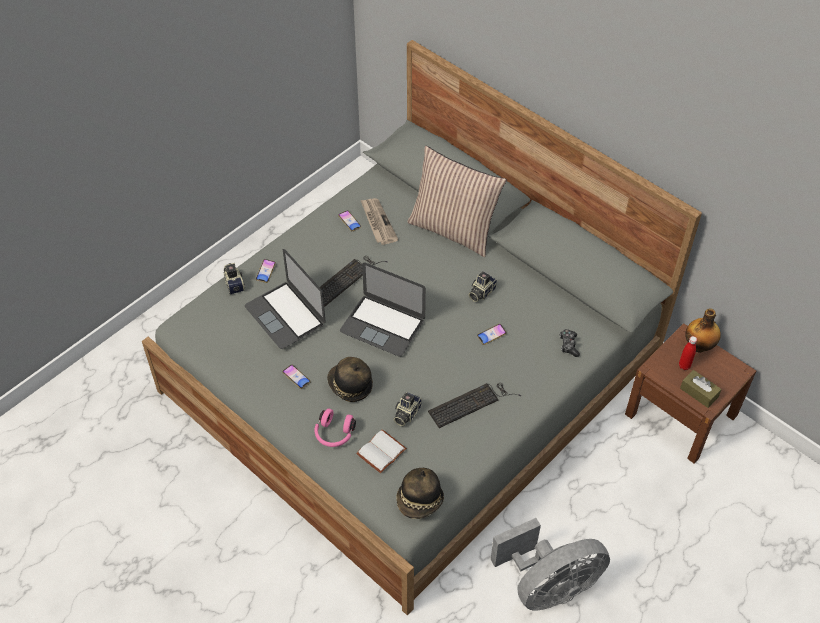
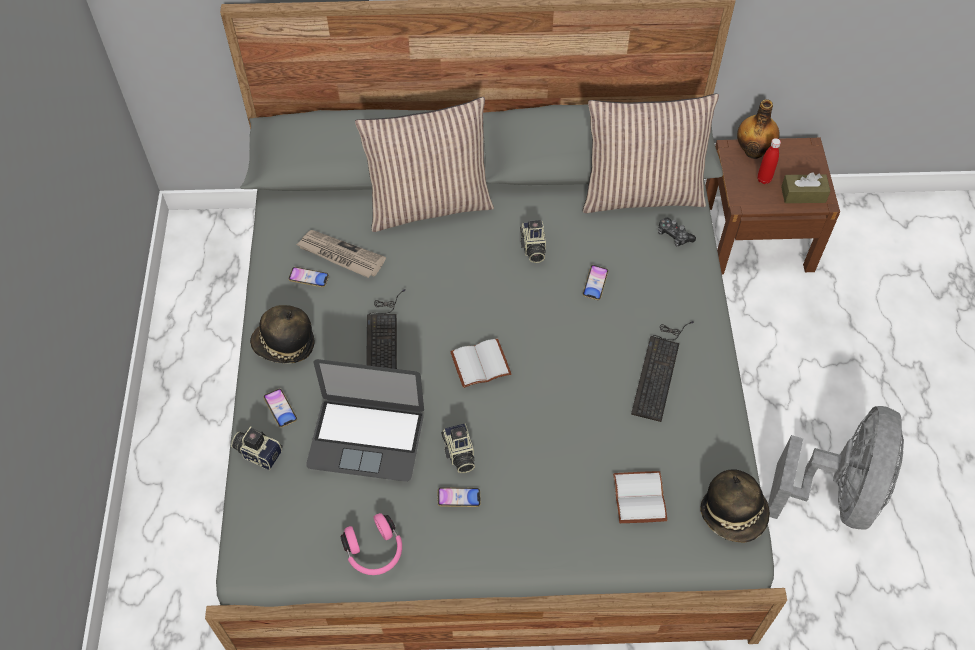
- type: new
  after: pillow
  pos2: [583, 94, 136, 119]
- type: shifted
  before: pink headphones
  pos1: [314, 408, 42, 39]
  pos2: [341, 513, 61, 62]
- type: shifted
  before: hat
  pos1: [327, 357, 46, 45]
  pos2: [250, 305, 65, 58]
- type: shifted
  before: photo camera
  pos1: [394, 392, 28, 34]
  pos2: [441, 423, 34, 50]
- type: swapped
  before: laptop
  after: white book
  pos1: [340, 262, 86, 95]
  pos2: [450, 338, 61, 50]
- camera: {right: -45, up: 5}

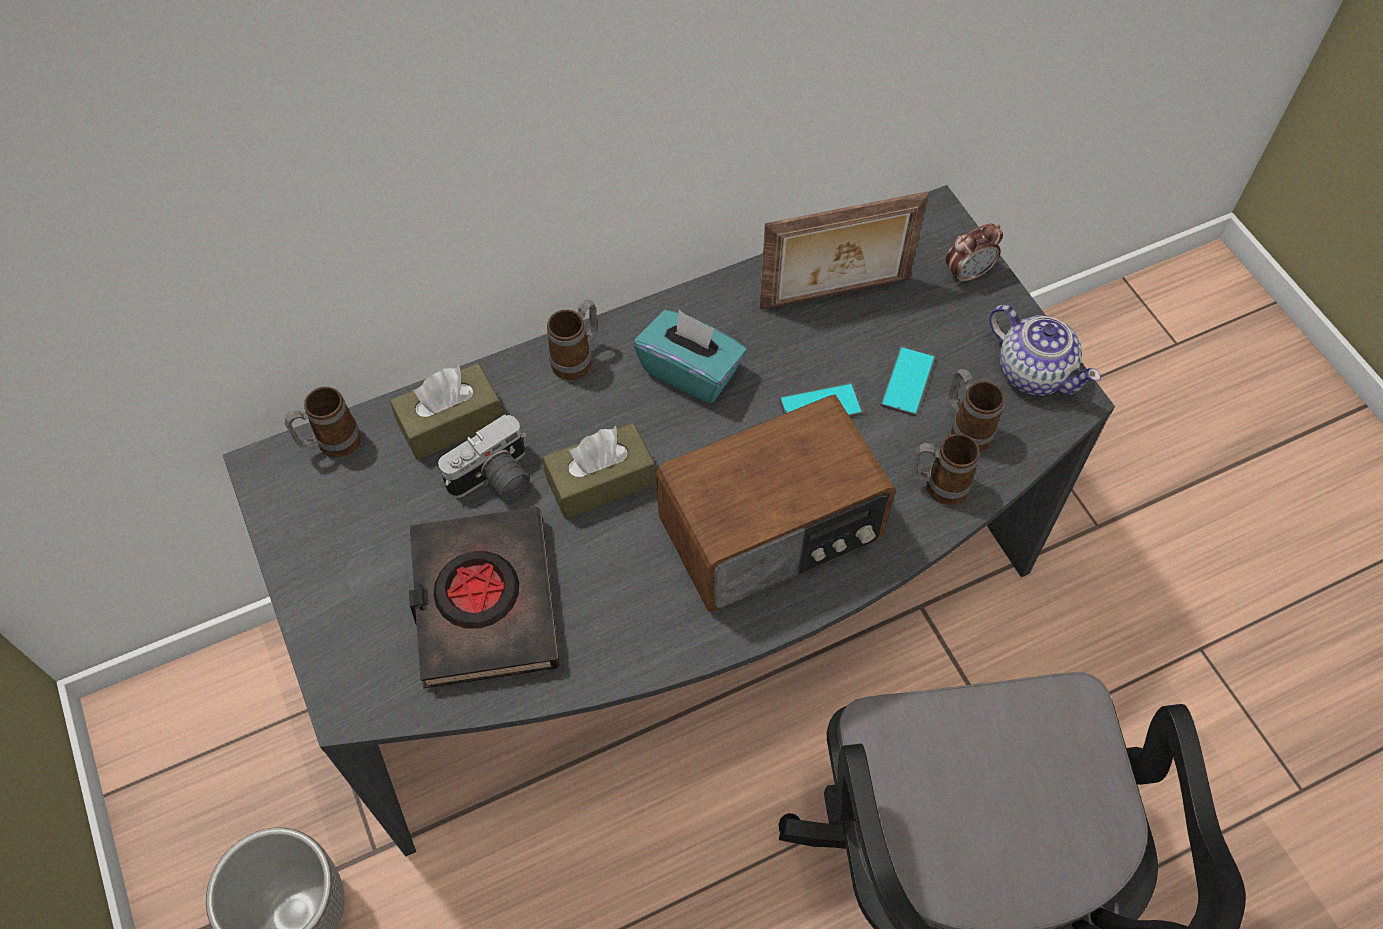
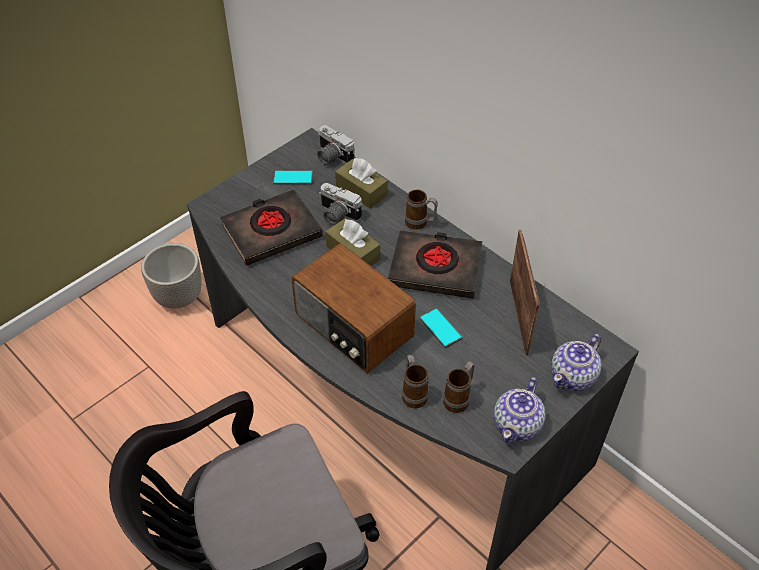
- type: shifted
  before: phone
  pos1: [880, 345, 56, 71]
  pos2: [273, 170, 40, 15]
- type: swapped
  before: mug
  after: photo camera
  pos1: [285, 387, 76, 71]
  pos2: [317, 125, 38, 40]
- type: swapped
  before: turquoise tissue box
  after: black book
  pos1: [634, 310, 113, 93]
  pos2: [388, 231, 94, 67]
- type: swapped
  before: alarm clock
  after: teapot
  pos1: [945, 223, 58, 62]
  pos2: [551, 334, 50, 57]
- type: rotated
  before: picture frame
  pos1: [759, 192, 170, 118]
  pos2: [510, 230, 30, 126]
  turn: -150
- camera: {right: 70, up: -10}

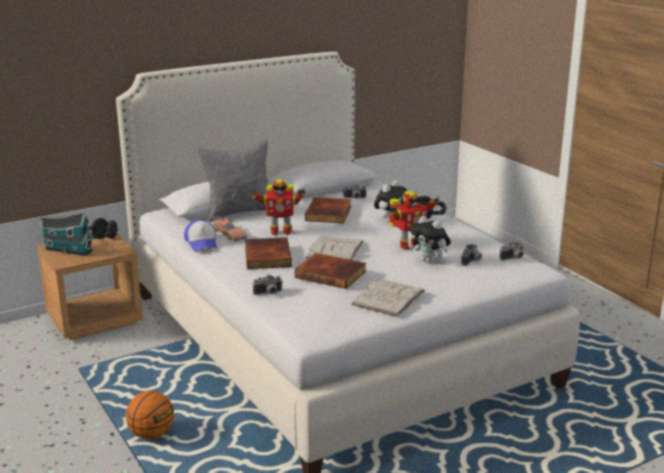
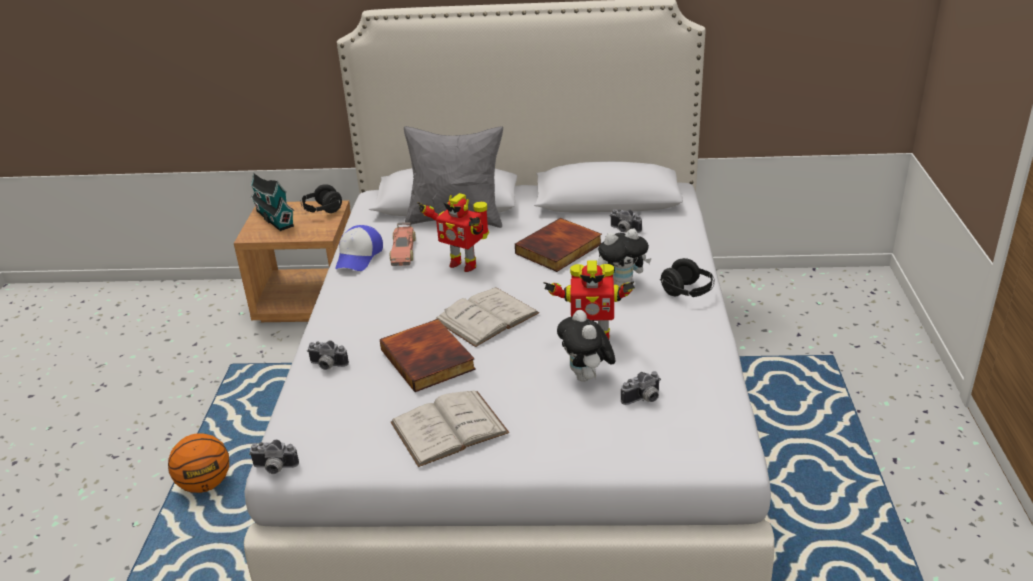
- type: gone
  before: book
  pos1: [245, 237, 47, 32]
- type: shifted
  before: photo camera
  pos1: [499, 241, 24, 20]
  pos2: [249, 439, 50, 35]
- camera: {right: 35, up: 10}

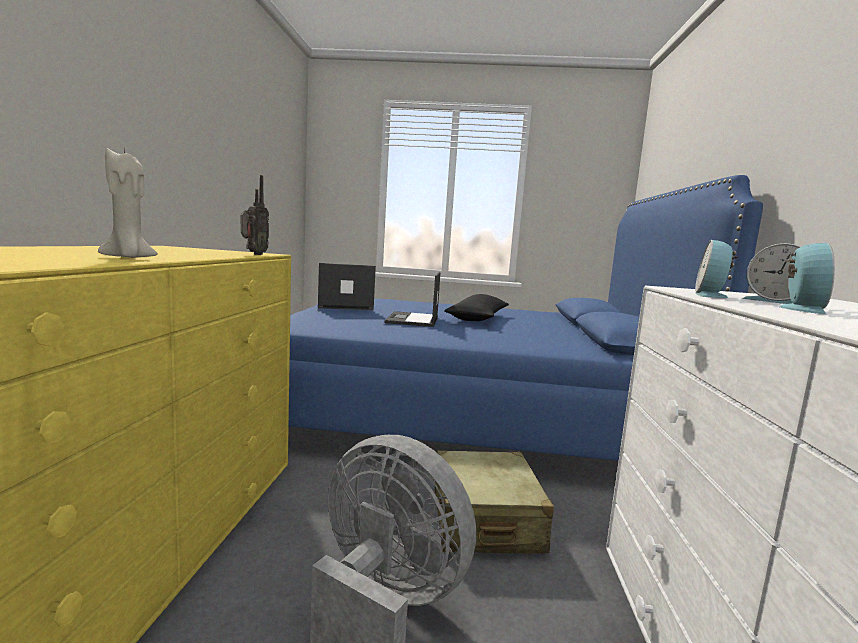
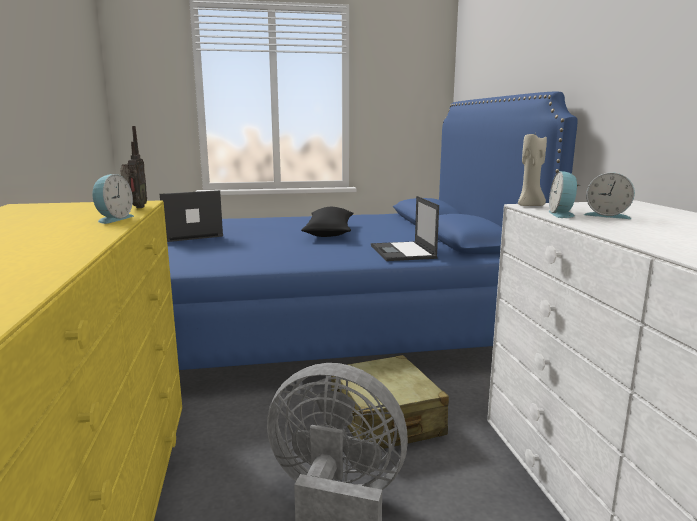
- type: shifted
  before: beige candle
  pos1: [98, 147, 60, 111]
  pos2: [518, 134, 29, 72]
- type: shifted
  before: laptop
  pos1: [384, 272, 56, 55]
  pos2: [371, 196, 68, 65]
- type: shifted
  before: alarm clock
  pos1: [779, 243, 56, 71]
  pos2: [92, 174, 42, 50]
- camera: {right: -15, up: 5}

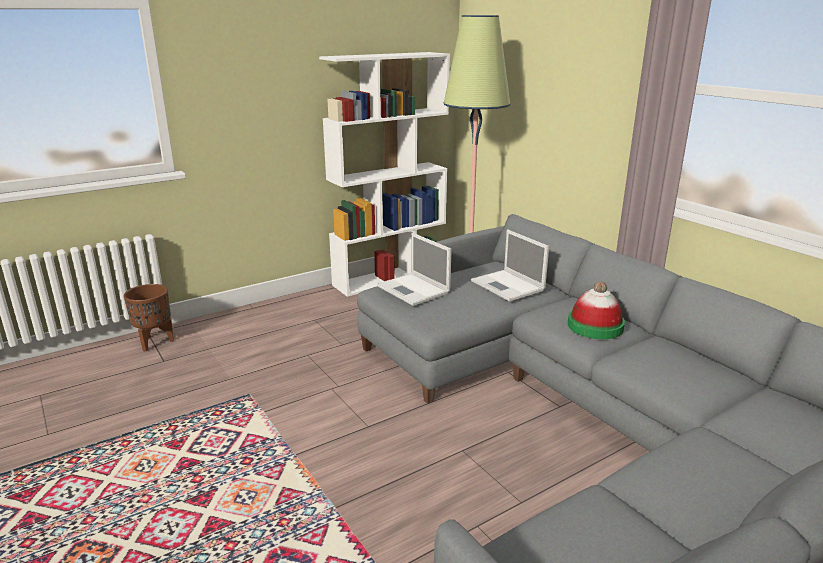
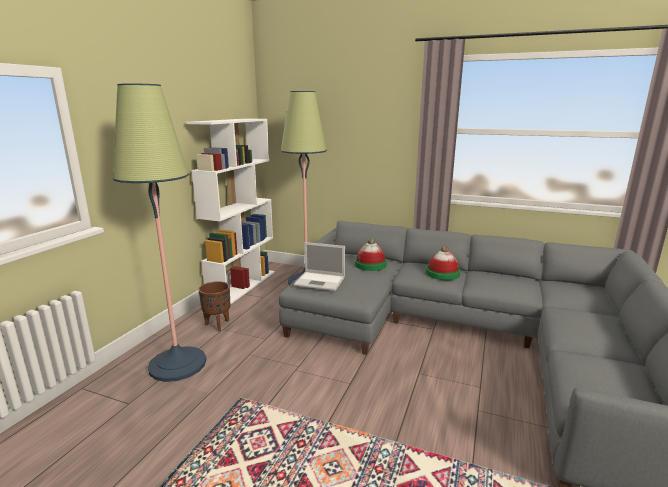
- type: new
  after: floor lamp
  pos2: [113, 83, 93, 299]
- type: shifted
  before: brown planter
  pos1: [124, 284, 50, 68]
  pos2: [198, 281, 32, 51]
- type: swapped
  before: laptop
  after: hat
  pos1: [471, 229, 78, 73]
  pos2: [355, 238, 32, 33]
- camera: {right: -35, up: -5}

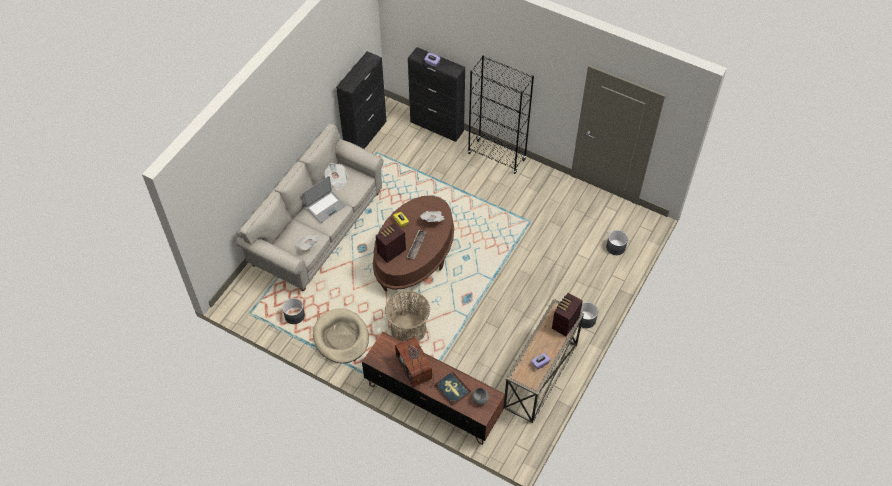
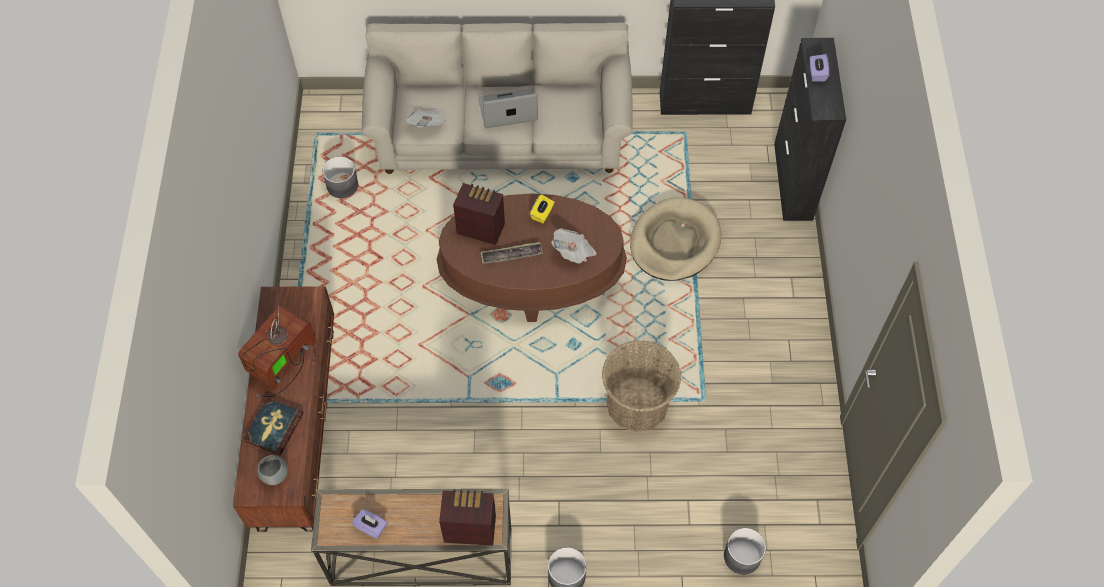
- type: gone
  before: newspaper
  pos1: [324, 163, 24, 27]
- type: gone
  before: black bookcase
  pos1: [468, 56, 66, 118]
- type: shifted
  before: beige dog bed
  pos1: [313, 308, 56, 55]
  pos2: [630, 197, 91, 84]
- type: shifted
  before: basket
  pos1: [385, 291, 45, 51]
  pos2: [602, 340, 79, 92]
- type: rotated
  before: laptop
  pos1: [303, 176, 43, 47]
  pos2: [478, 89, 60, 39]
  turn: 150
- camera: {right: 60, up: 5}

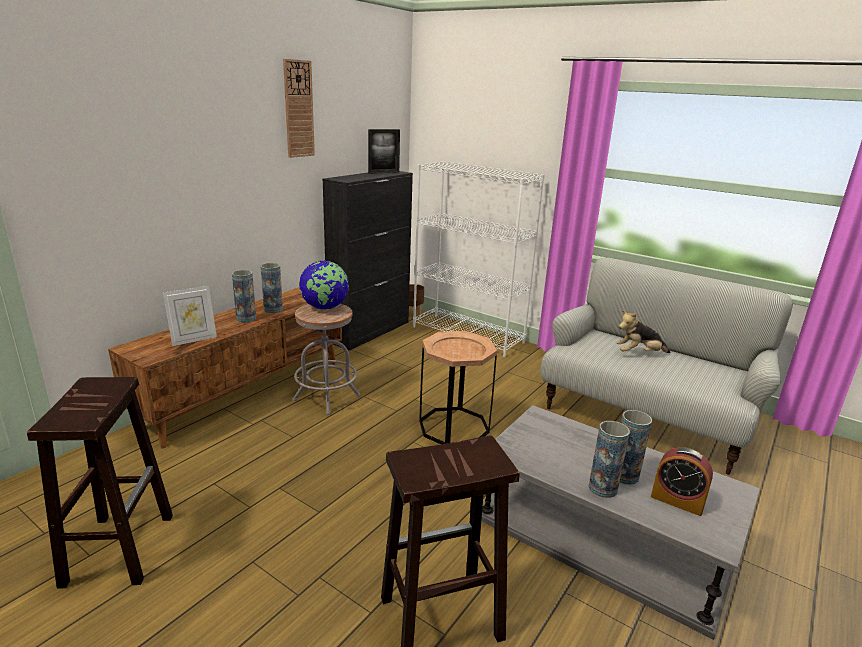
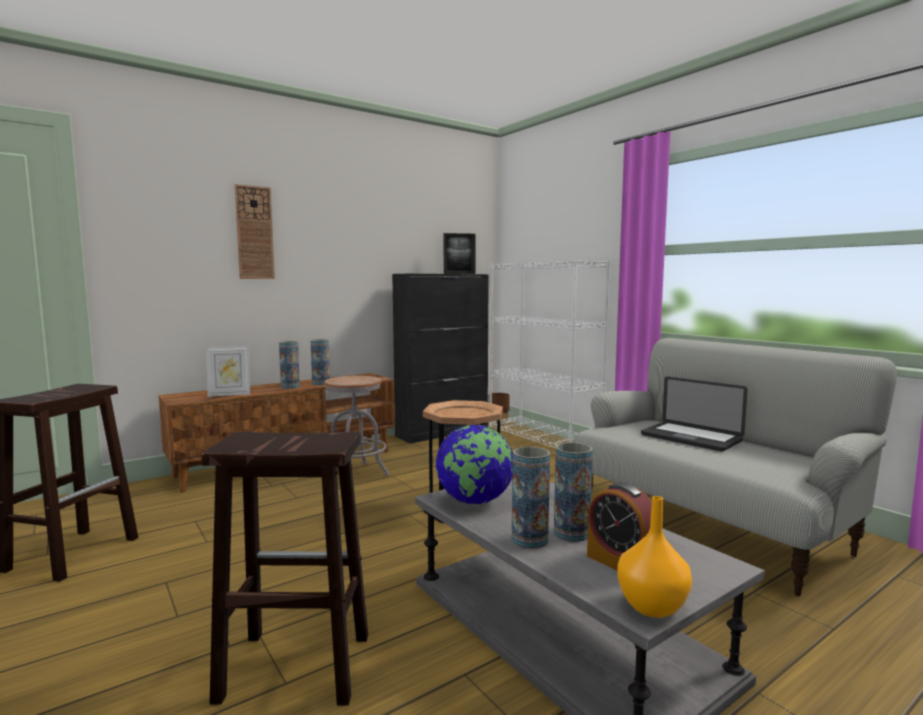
- type: new
  after: orange vase
  pos2: [617, 496, 75, 122]
- type: shifted
  before: wall clock
  pos1: [283, 59, 32, 99]
  pos2: [235, 184, 40, 95]
- type: shifted
  before: globe
  pos1: [299, 260, 50, 49]
  pos2: [436, 425, 77, 79]
- type: swapped
  before: plush toy
  after: laptop
  pos1: [617, 310, 54, 43]
  pos2: [641, 377, 107, 75]
- camera: {right: 20, up: -15}

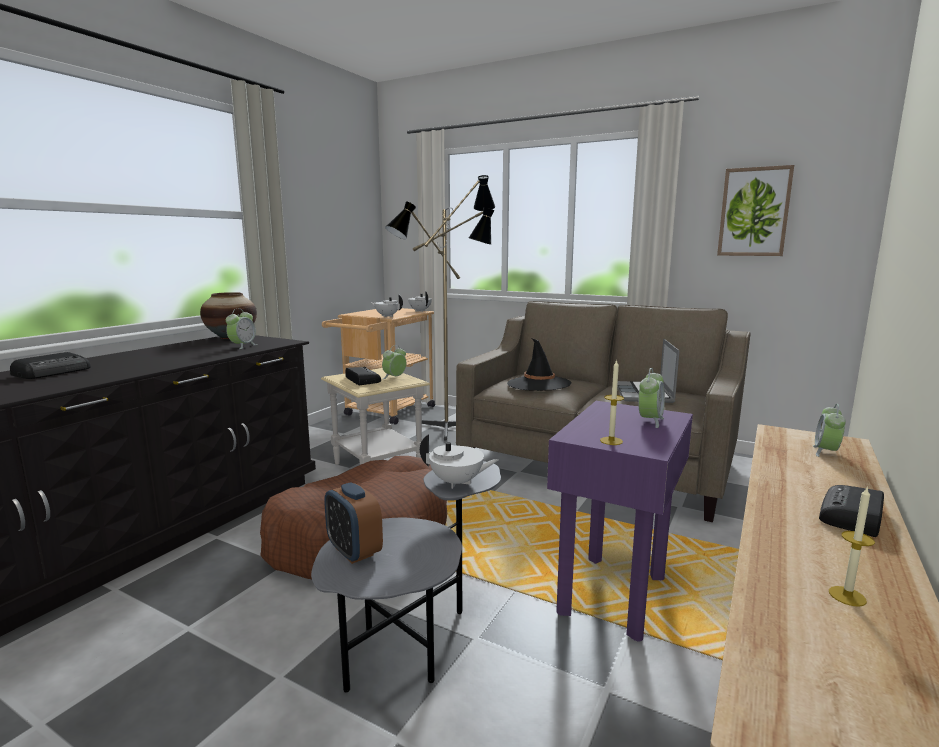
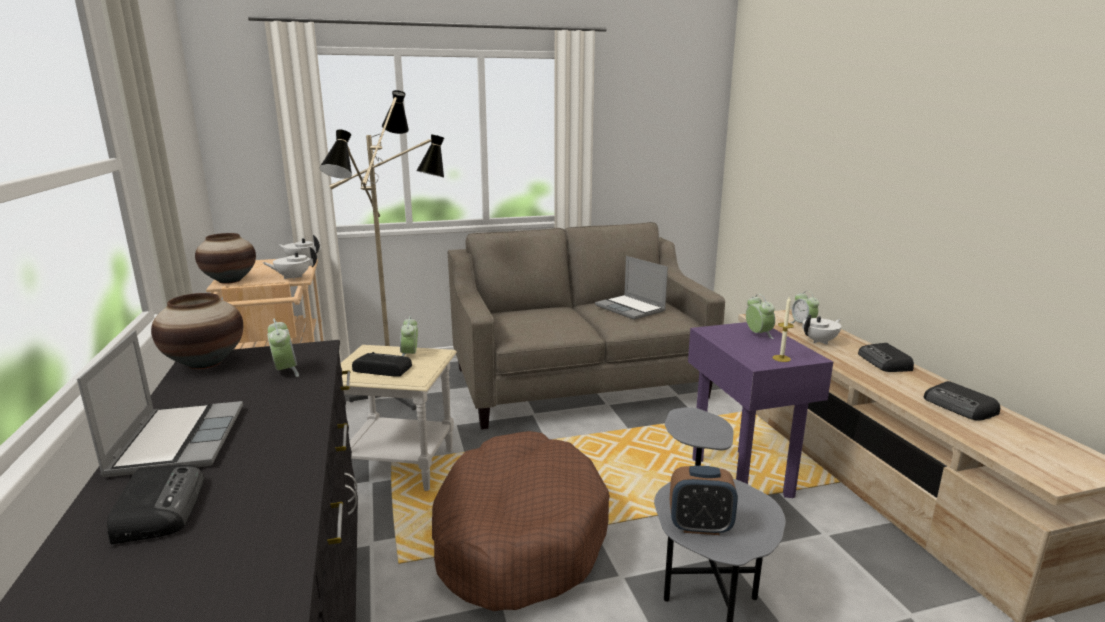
- type: gone
  before: black hat
  pos1: [507, 338, 65, 53]
- type: gone
  before: picture
  pos1: [717, 165, 77, 91]
- type: new
  after: laptop
  pos2: [77, 330, 166, 147]
- type: new
  after: vase
  pos2: [195, 233, 61, 51]
- type: shifted
  before: white teapot
  pos1: [420, 434, 78, 55]
  pos2: [803, 315, 38, 30]
- type: swapped
  before: candle
  after: radio
  pos1: [829, 486, 46, 121]
  pos2: [924, 381, 76, 40]
- camera: {right: -45, up: 5}

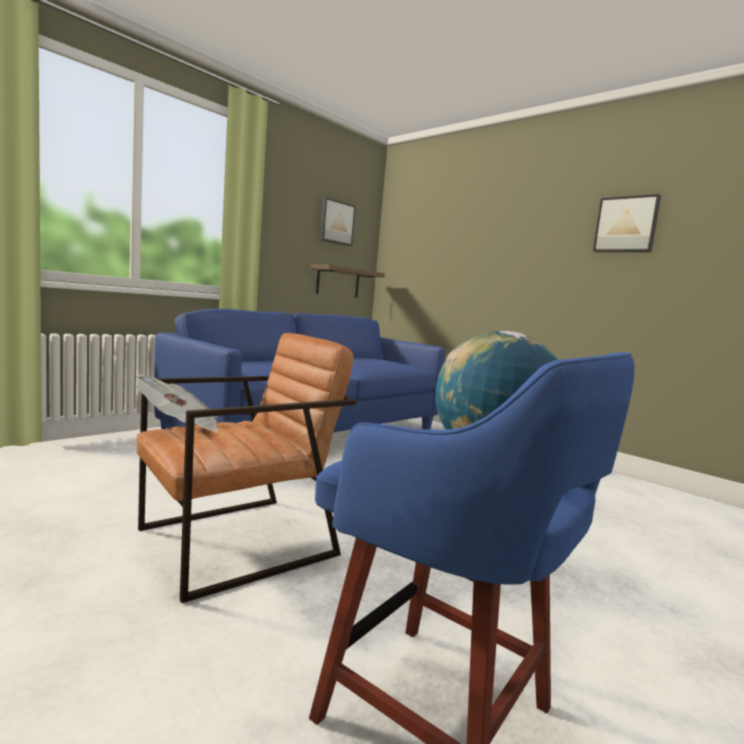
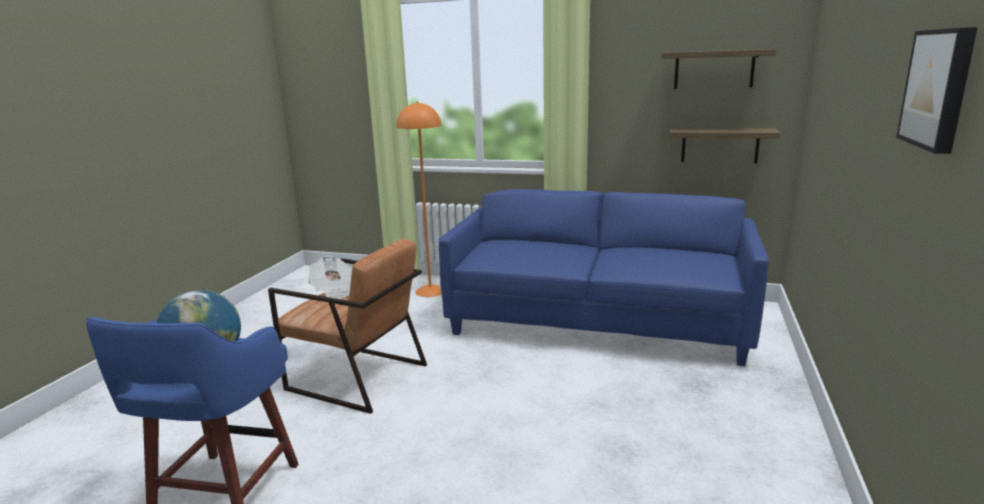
- type: new
  after: orange floor lamp
  pos2: [396, 102, 46, 195]
- type: swapped
  before: picture
  after: shelf
  pos1: [320, 197, 35, 49]
  pos2: [661, 49, 116, 40]
- camera: {right: 65, up: 10}

